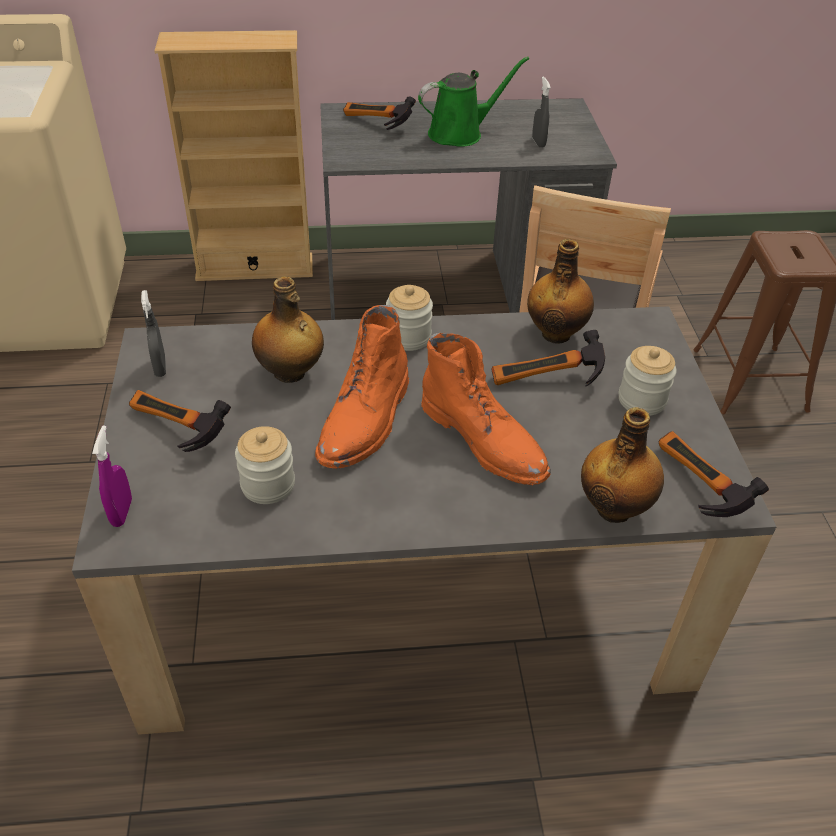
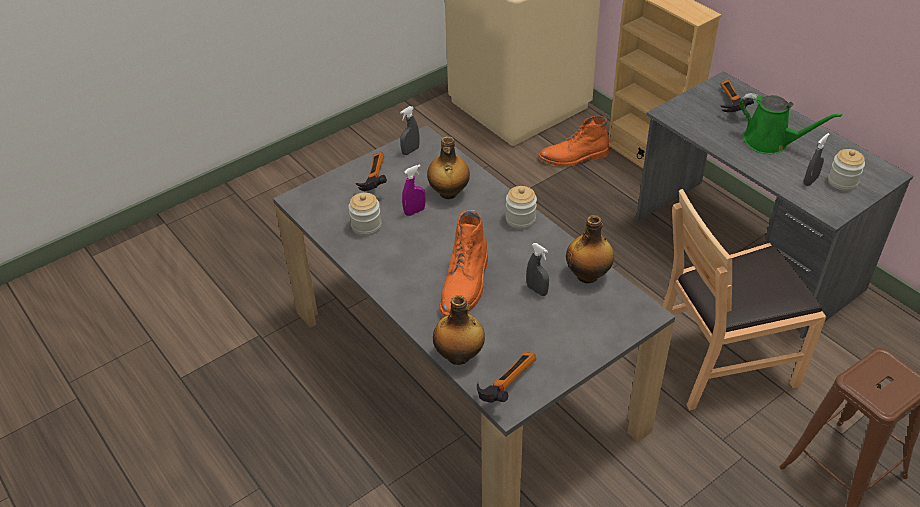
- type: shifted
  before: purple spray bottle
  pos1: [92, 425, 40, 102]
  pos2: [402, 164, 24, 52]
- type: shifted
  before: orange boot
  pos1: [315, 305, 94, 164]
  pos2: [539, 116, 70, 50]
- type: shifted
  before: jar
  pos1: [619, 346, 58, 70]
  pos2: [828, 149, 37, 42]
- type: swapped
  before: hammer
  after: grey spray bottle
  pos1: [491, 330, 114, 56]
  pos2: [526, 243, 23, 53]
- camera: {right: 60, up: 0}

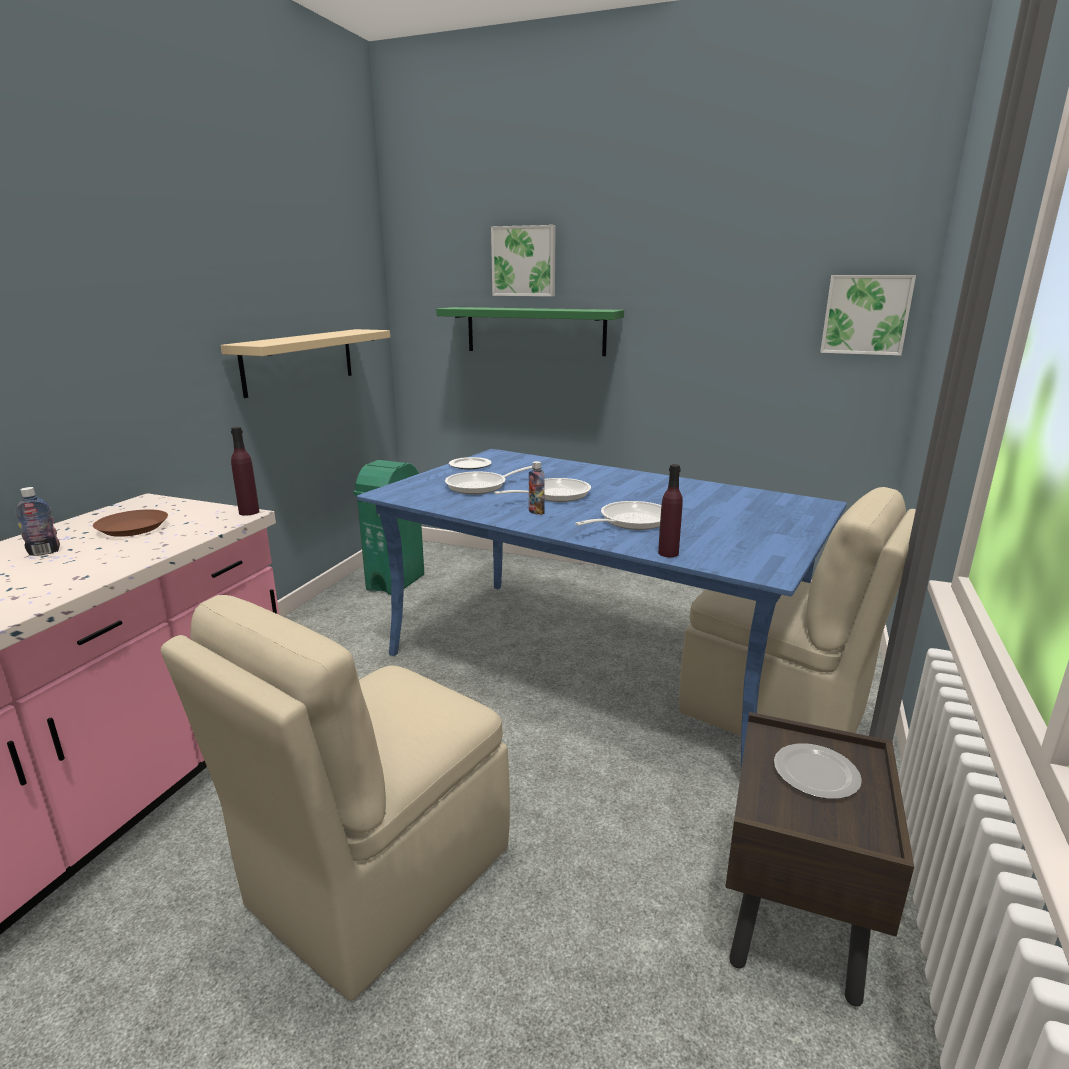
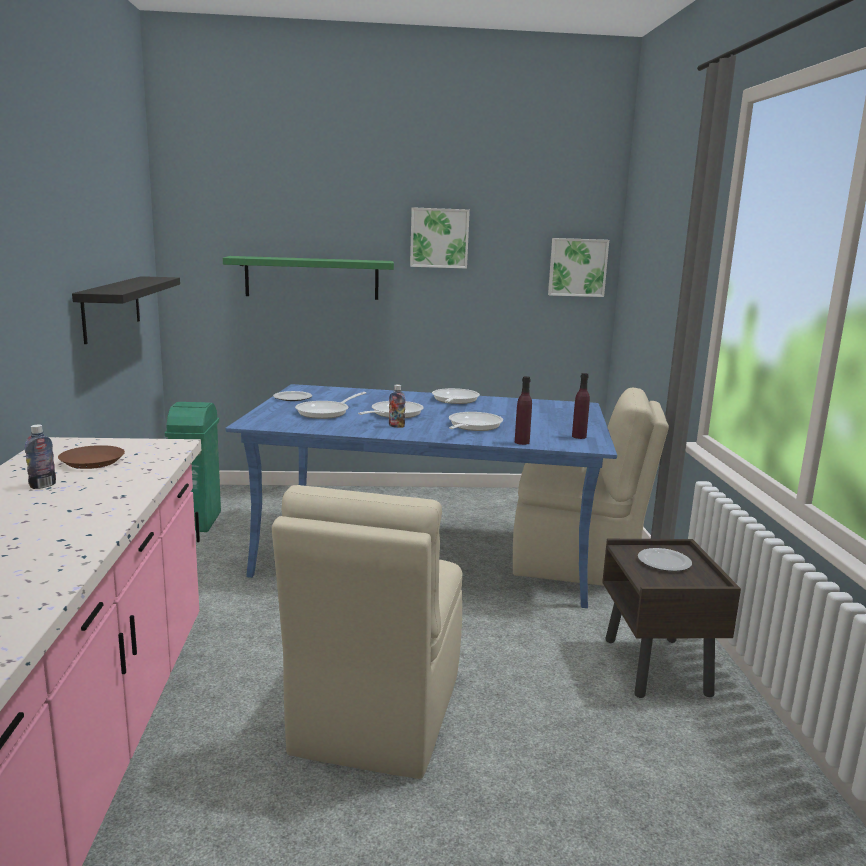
- type: new
  after: frying pan
  pos2: [432, 388, 48, 16]
- type: shifted
  before: purple bottle
  pos1: [231, 427, 28, 89]
  pos2: [572, 373, 18, 66]
- type: shifted
  before: picture
  pos1: [491, 225, 65, 71]
  pos2: [410, 207, 60, 62]
- type: repainted
  before: beige shelf
  after: black shelf
  pos1: [220, 329, 170, 69]
  pos2: [72, 276, 108, 68]
- camera: {right: -25, up: -5}

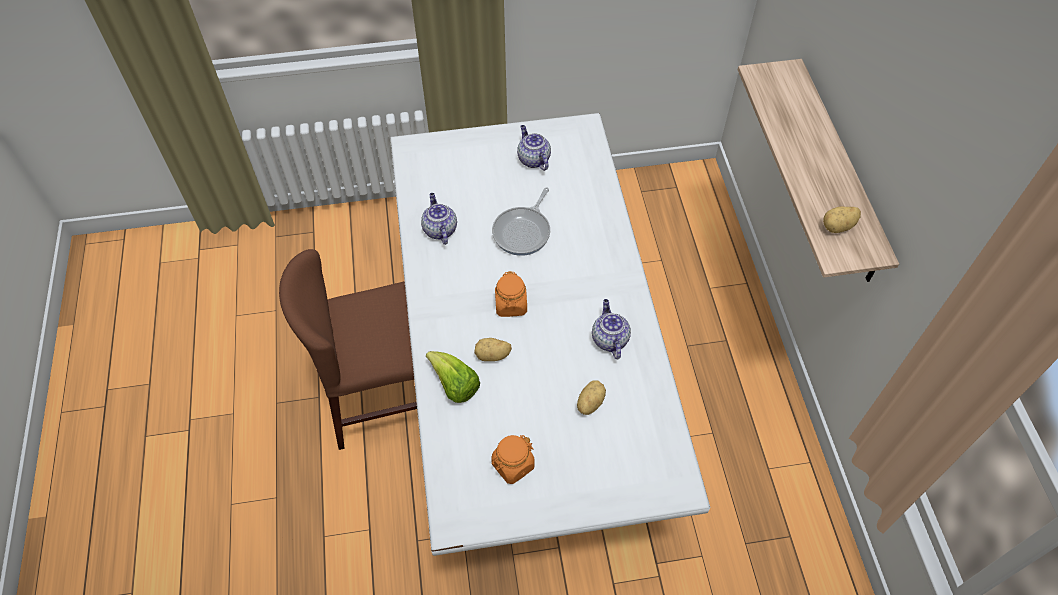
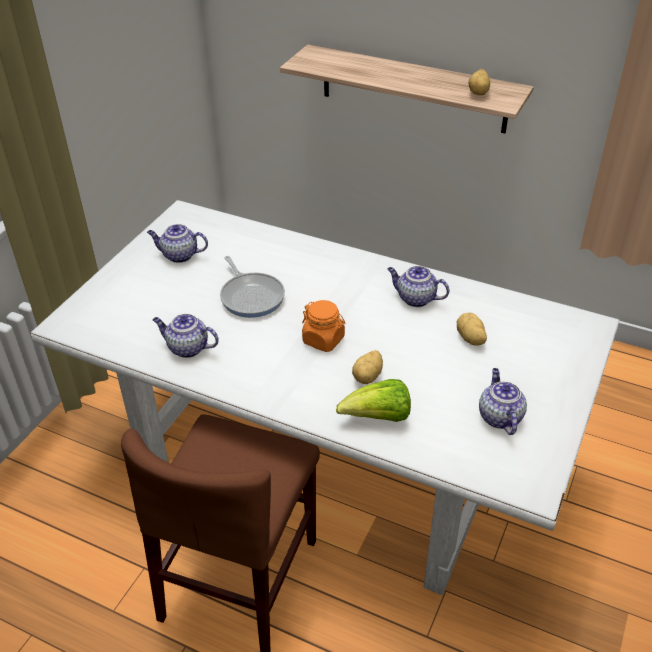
- type: swapped
  before: orange jar
  after: teapot
  pos1: [491, 435, 44, 49]
  pos2: [479, 368, 48, 67]
- camera: {right: -55, up: -15}

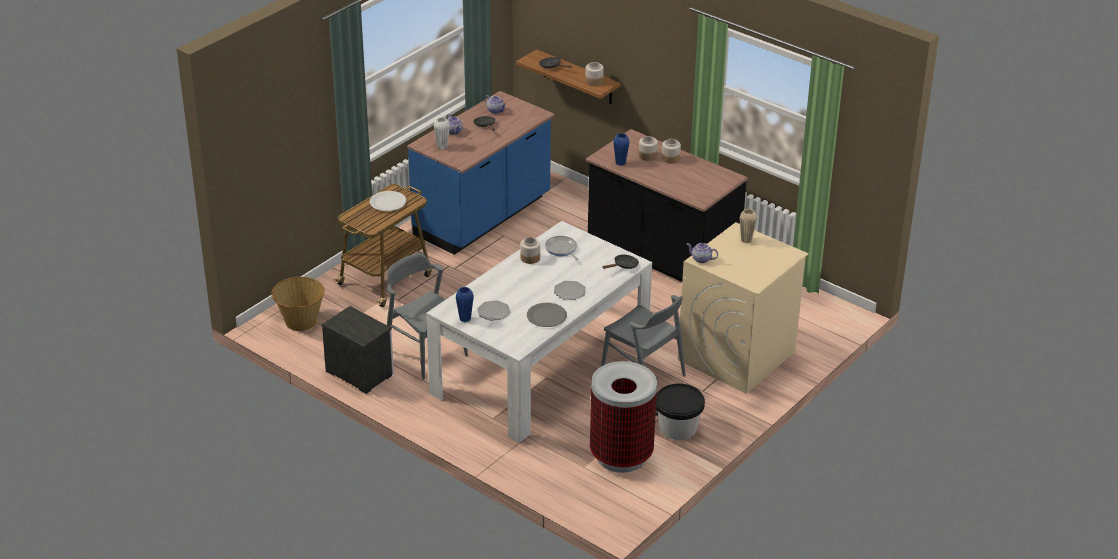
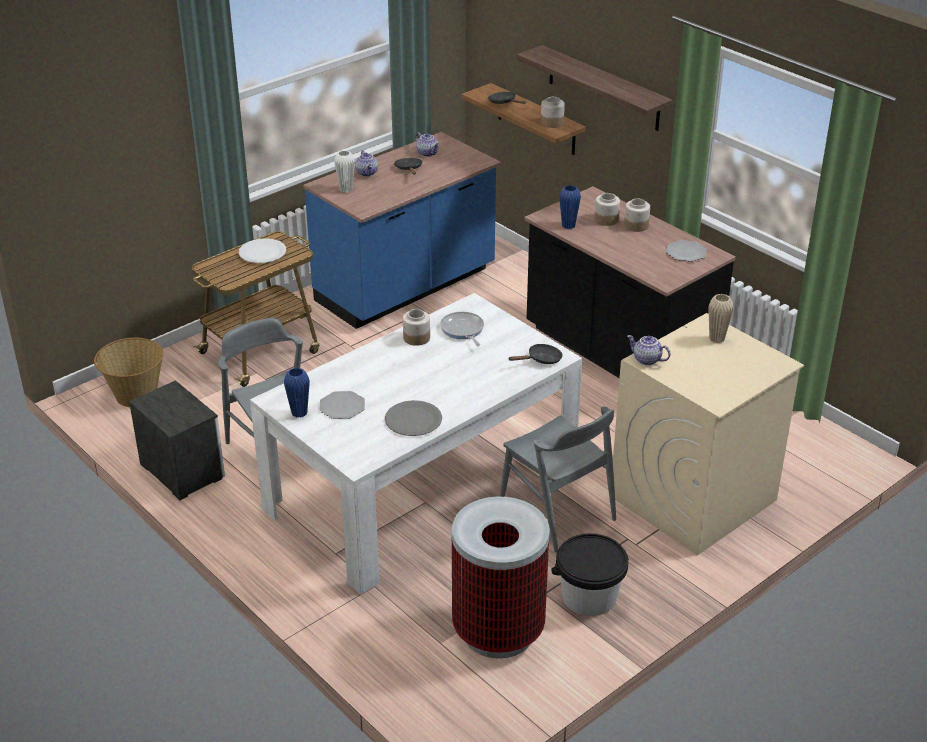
- type: new
  after: shelf
  pos2: [517, 45, 155, 86]
- type: shifted
  before: plate
  pos1: [554, 281, 32, 19]
  pos2: [666, 240, 41, 22]
- camera: {right: 10, up: 0}

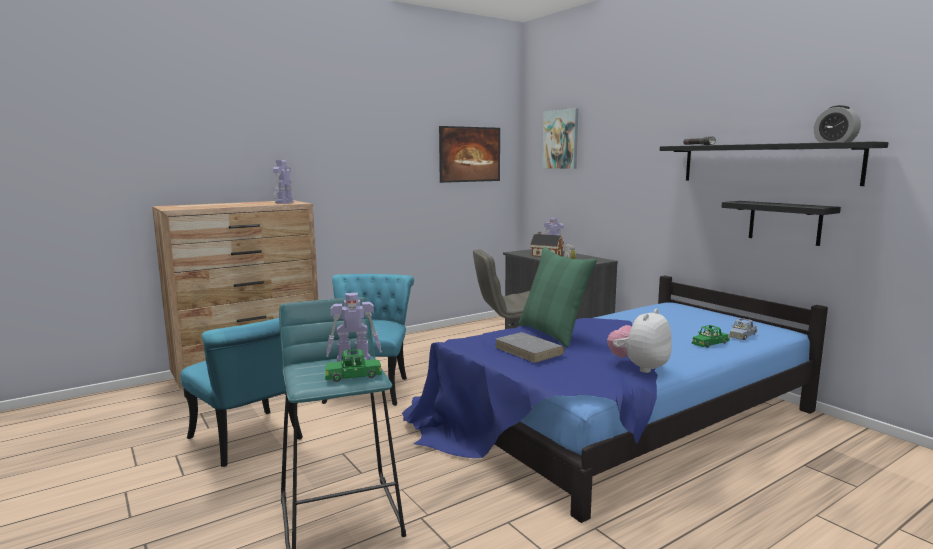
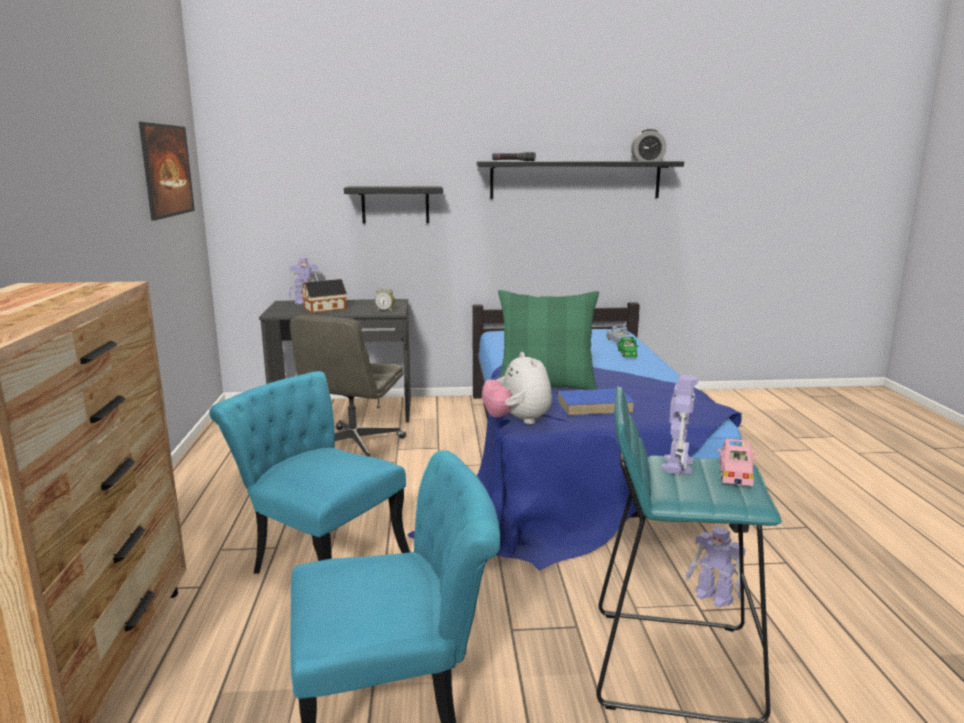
- type: gone
  before: picture
  pos1: [542, 108, 36, 61]
- type: shifted
  before: toy robot
  pos1: [273, 160, 21, 44]
  pos2: [685, 526, 60, 81]
- type: shifted
  before: plush toy
  pos1: [607, 309, 65, 64]
  pos2: [482, 352, 70, 72]
- type: shifted
  before: black shelf
  pos1: [722, 201, 119, 45]
  pos2: [344, 186, 99, 38]
- type: repainted
  before: green toy car
  after: pink toy car
  pos1: [325, 349, 57, 33]
  pos2: [717, 439, 39, 47]
- type: repainted
  before: grey book
  after: blue book
  pos1: [495, 332, 70, 31]
  pos2: [557, 389, 78, 26]
- camera: {right: -60, up: 5}

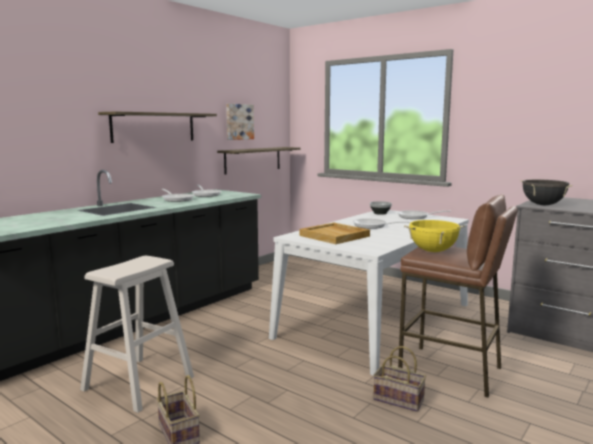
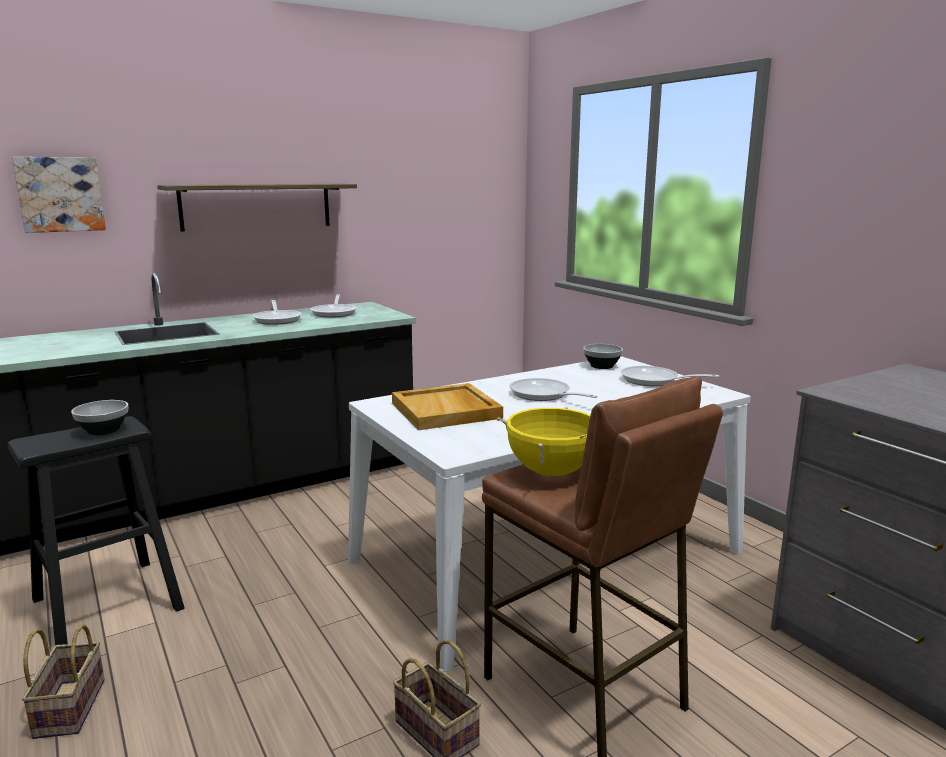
- type: gone
  before: shelf
  pos1: [217, 147, 83, 28]
- type: gone
  before: black cooking pot
  pos1: [521, 179, 52, 26]
- type: new
  after: bowl
  pos2: [71, 400, 57, 35]
- type: shifted
  before: picture
  pos1: [226, 104, 28, 36]
  pos2: [12, 157, 94, 76]
- type: repainted
  before: beige stool
  after: black stool
  pos1: [80, 256, 114, 157]
  pos2: [8, 416, 177, 229]
- camera: {right: 20, up: 5}

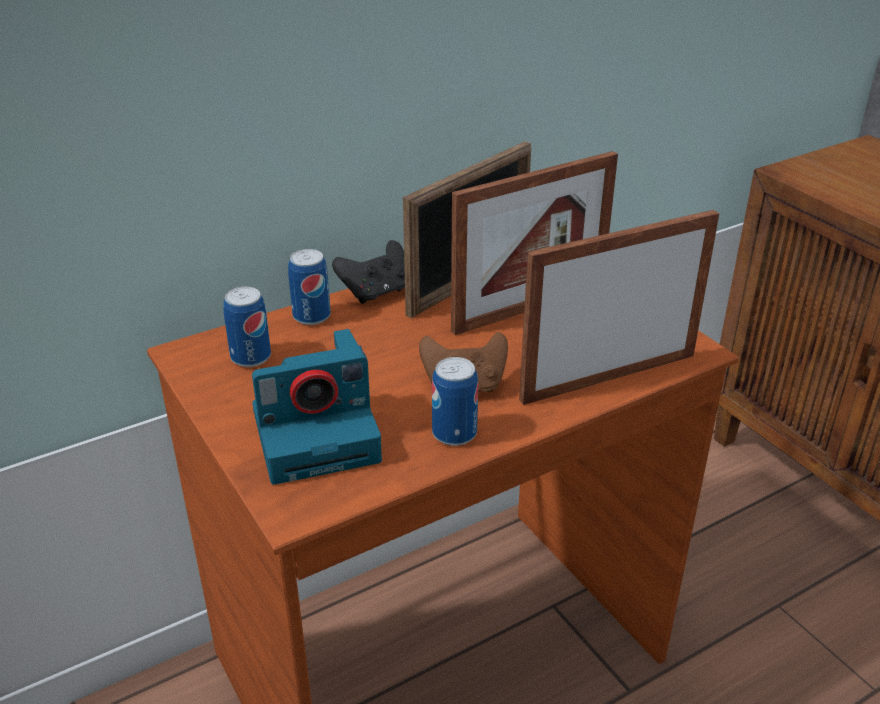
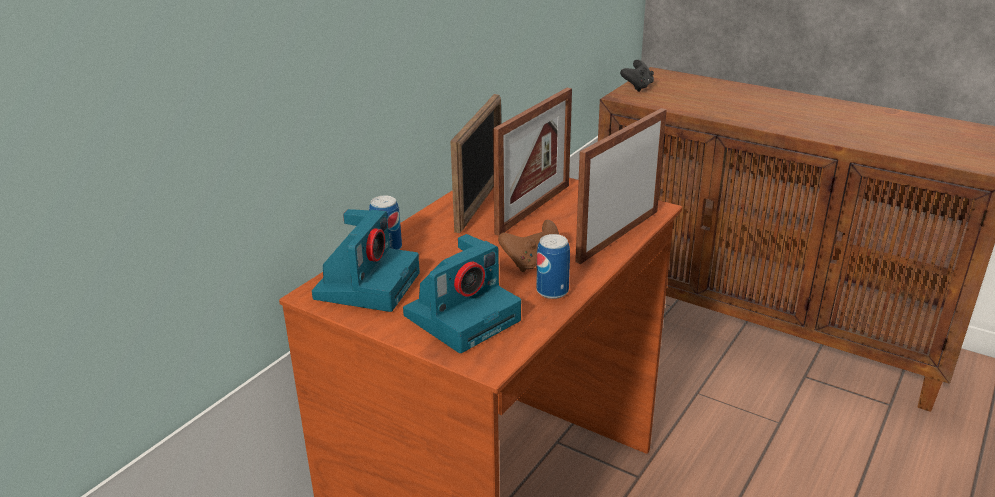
- type: shifted
  before: black game controller
  pos1: [332, 240, 73, 64]
  pos2: [620, 60, 34, 32]
- type: swapped
  before: can
  after: photo camera
  pos1: [223, 287, 48, 80]
  pos2: [312, 209, 108, 103]
- camera: {right: -25, up: -5}

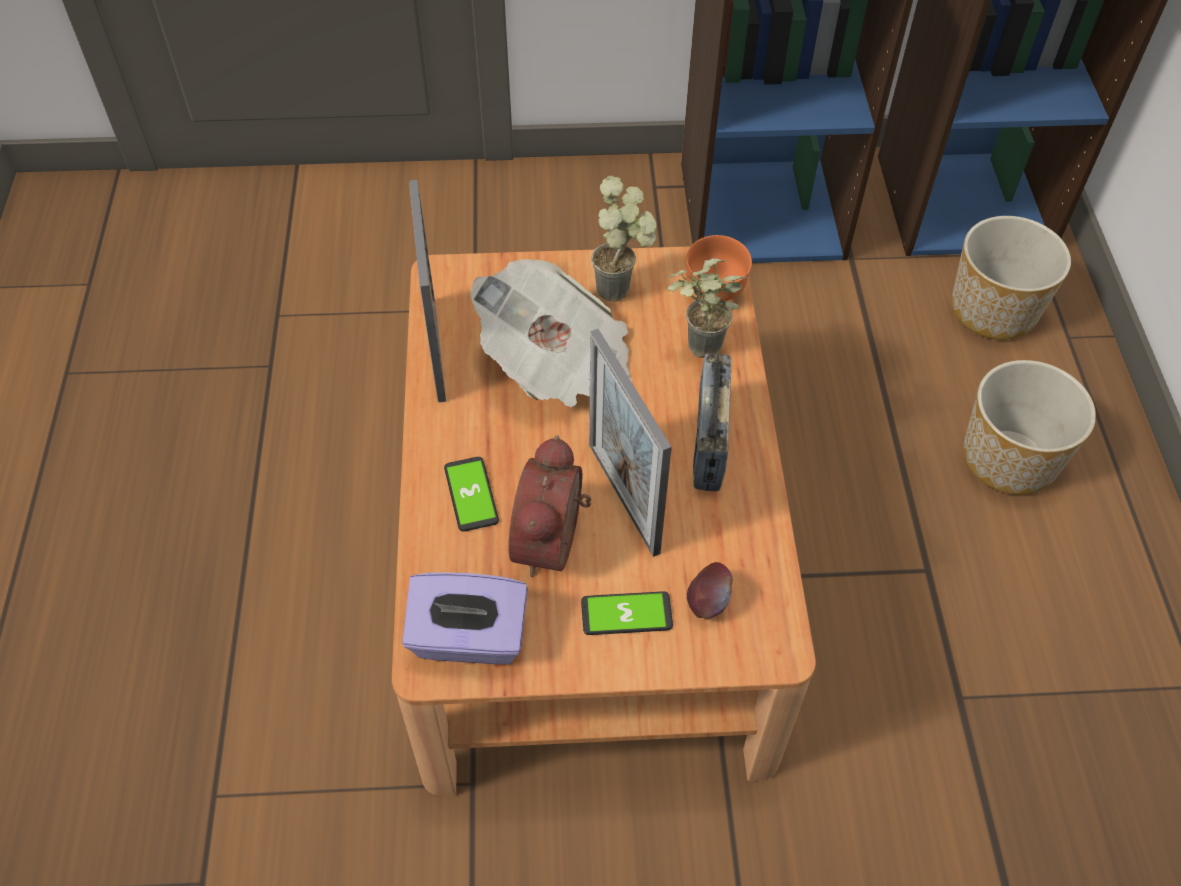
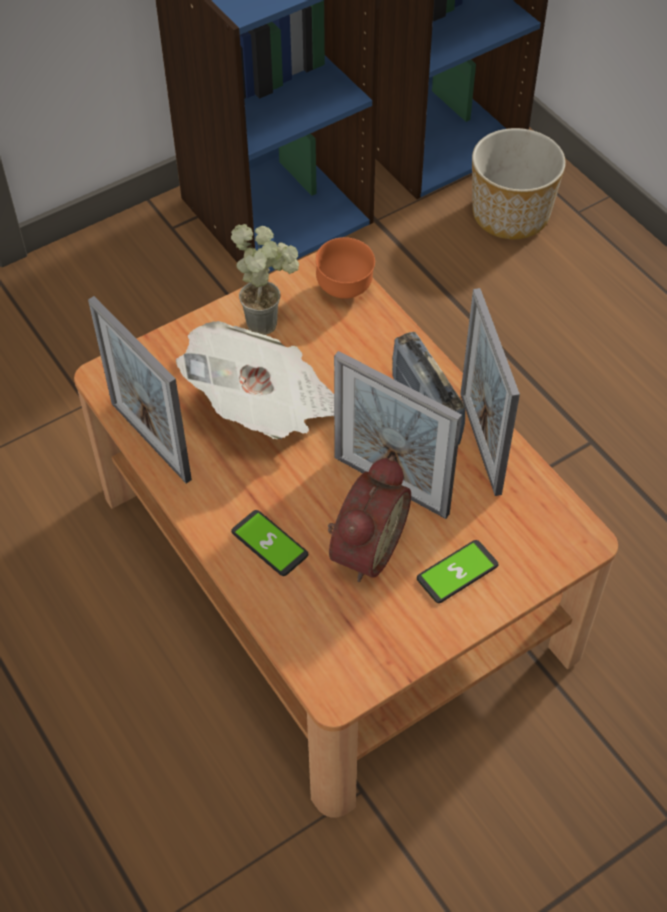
- type: gone
  before: purple tissue box
  pos1: [402, 572, 126, 92]
- type: gone
  before: potted plant
  pos1: [667, 258, 80, 100]
- type: gone
  before: apple
  pos1: [687, 562, 46, 57]
- type: gone
  before: planter
  pos1: [963, 360, 133, 135]
- type: new
  after: picture frame
  pos2: [460, 288, 60, 208]
- type: rotated
  before: alarm clock
  pos1: [509, 435, 82, 142]
  pos2: [328, 456, 83, 126]
  turn: -135
- camera: {right: -30, up: 0}

